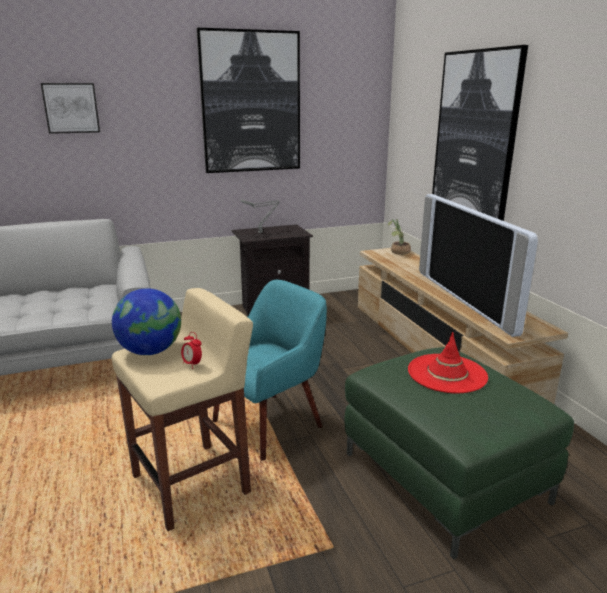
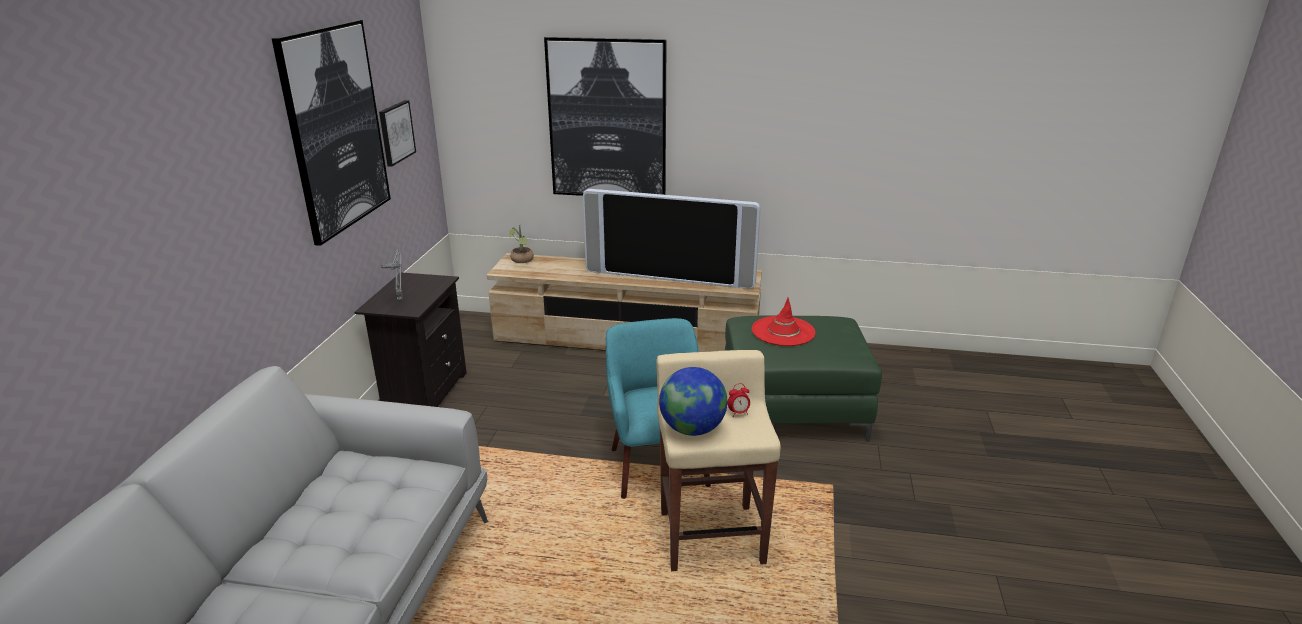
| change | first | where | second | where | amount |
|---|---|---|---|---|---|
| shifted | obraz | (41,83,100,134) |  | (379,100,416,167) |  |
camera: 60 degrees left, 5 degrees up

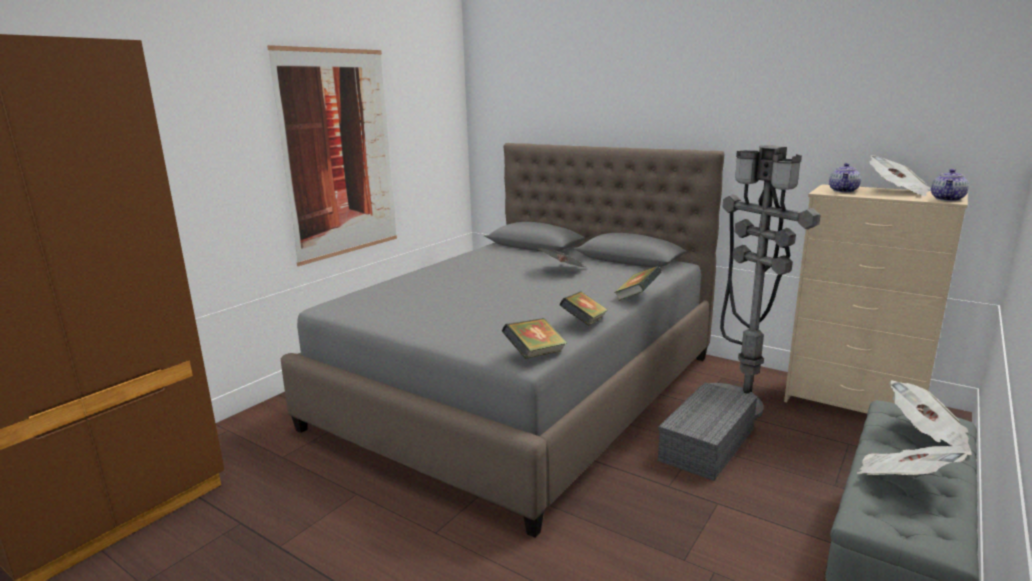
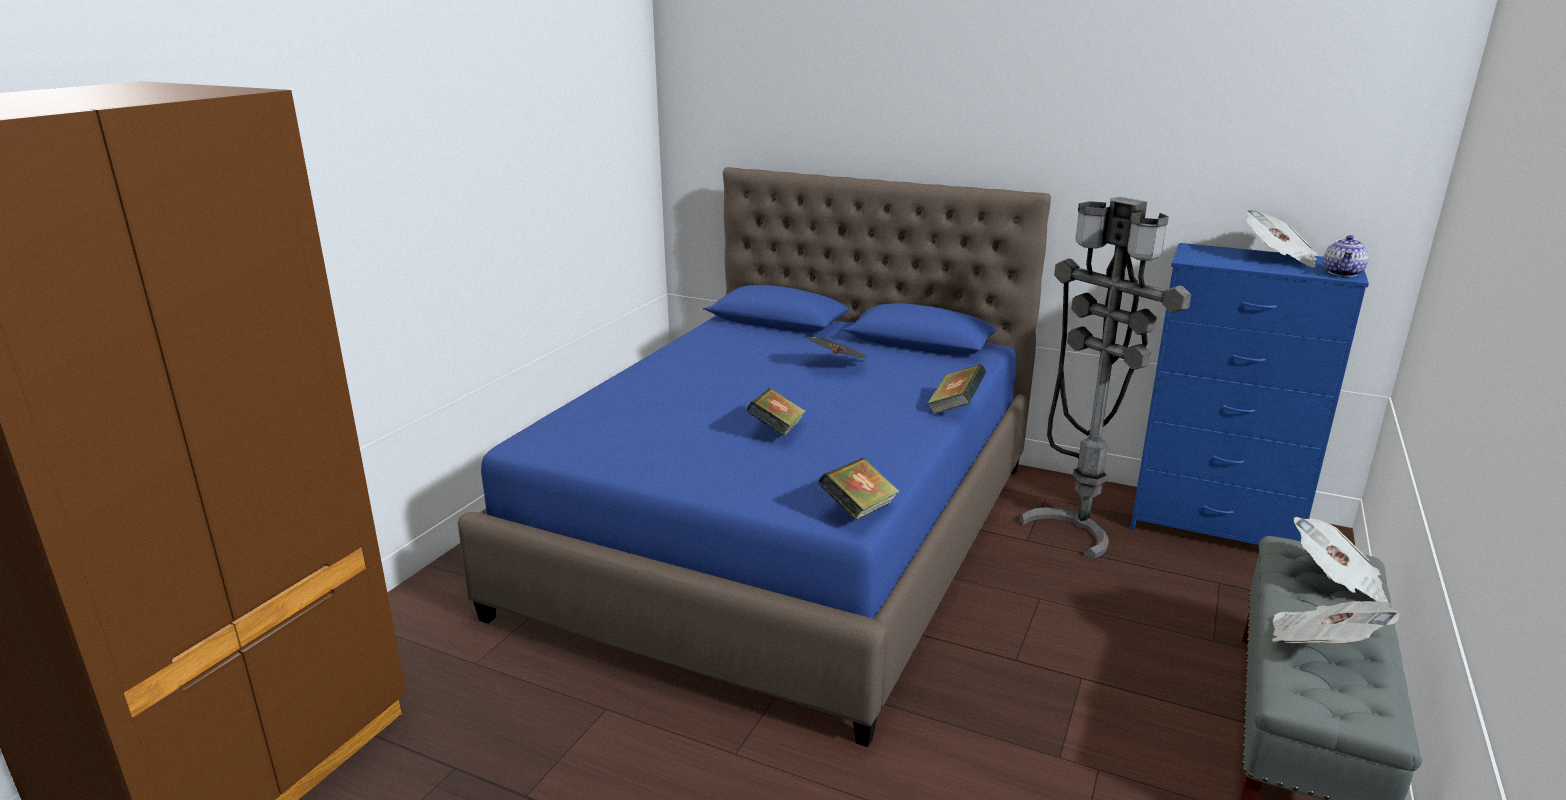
| change | first | where | second | where | amount |
|---|---|---|---|---|---|
| gone | obraz | (267,45,397,266) |  |  |  |
| gone | pojemnik do przechowywania/szary | (658,382,758,481) |  |  |  |
| gone | imbryk | (829,163,861,193) |  |  |  |
| shifted | książka | (560,292,608,326) |  | (746,388,806,436) |  |
| repainted | łóżko/szary | (281,143,725,538) | łóżko/niebieski | (458,167,1051,747) |  |
| repainted | komoda/beżowy | (784,184,968,413) | komoda/niebieski | (1130,243,1369,545) |  |
camera: 10 degrees left, 5 degrees up

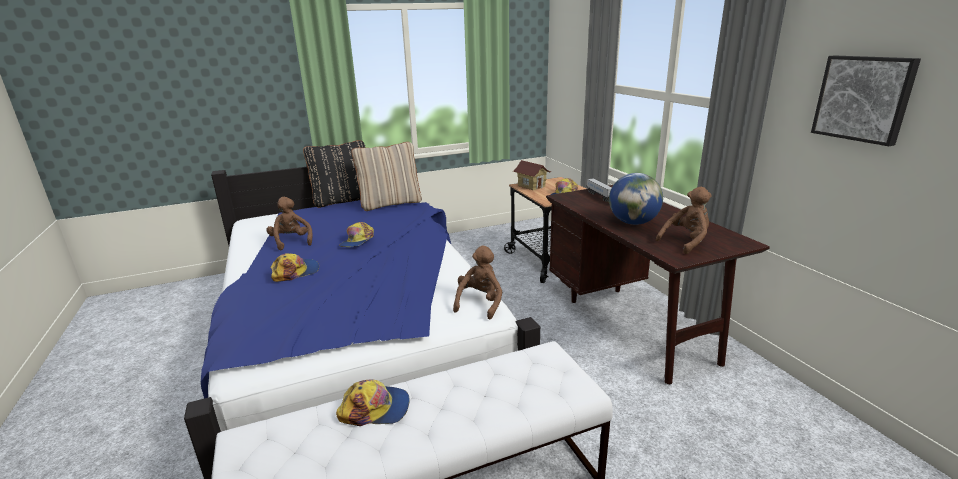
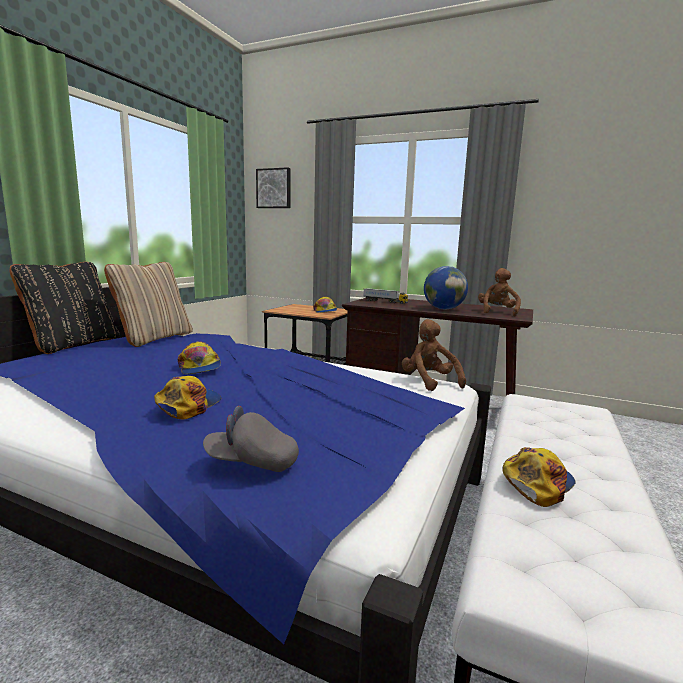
| change | first | where | second | where | amount |
|---|---|---|---|---|---|
| gone | pluszak/brązowy | (267,197,313,250) |  |  |  |
| gone | domek | (513,160,552,190) |  |  |  |
| new |  |  | czapka z daszkiem/szary | (203,406,299,472) |  |
| shifted | obraz | (811,56,921,146) |  | (256,167,291,208) |  |
camera: 45 degrees left, 10 degrees down

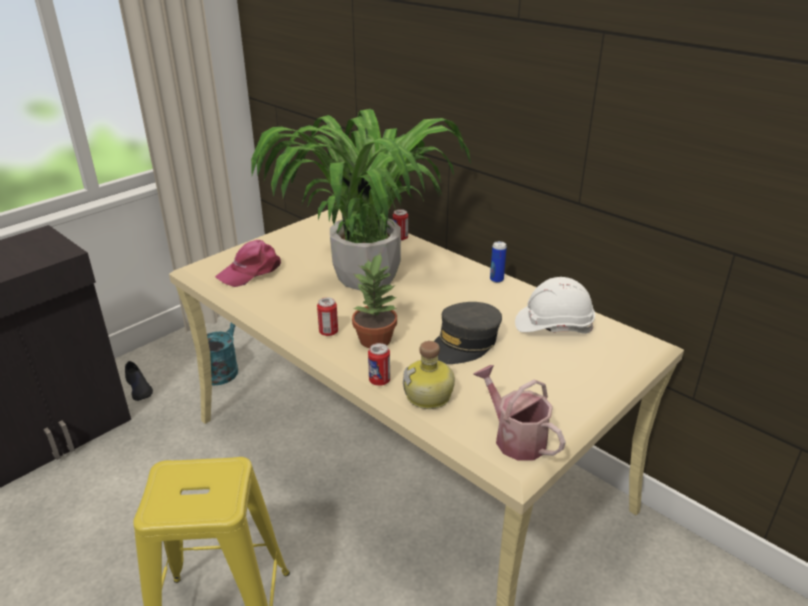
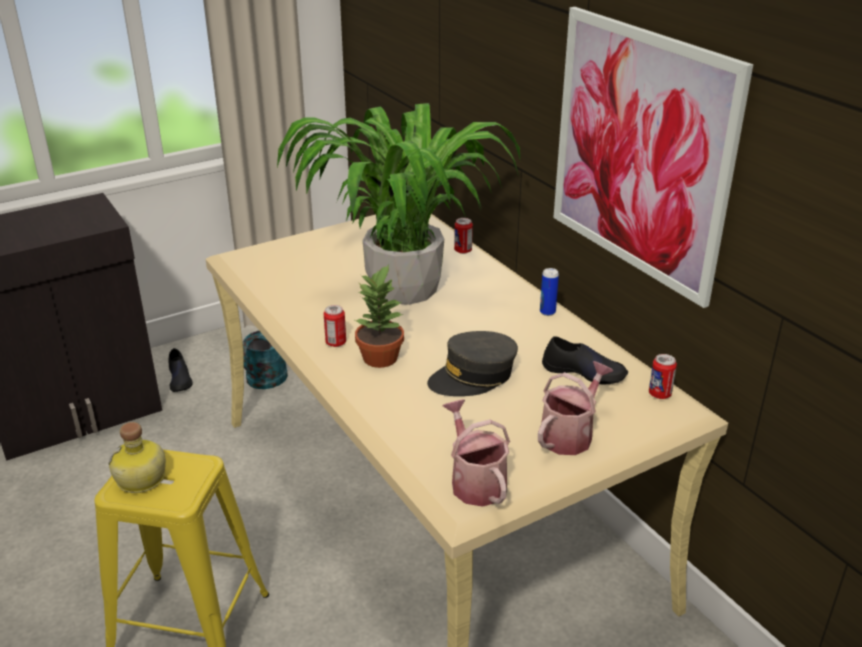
| change | first | where | second | where | amount |
|---|---|---|---|---|---|
| gone | czapka z daszkiem/różowy | (215,240,281,287) |  |  |  |
| new |  |  | konewka | (538,361,613,455) |  |
| new |  |  | obraz | (553,7,753,308) |  |
| shifted | puszka | (368,343,390,386) |  | (649,354,677,399) |  |
| shifted | butelka | (403,341,455,409) |  | (108,422,166,493) |  |
| swapped | kask/biały | (515,277,595,334) | but/czarny | (542,336,628,384) |  |
camera: 15 degrees right, 0 degrees up

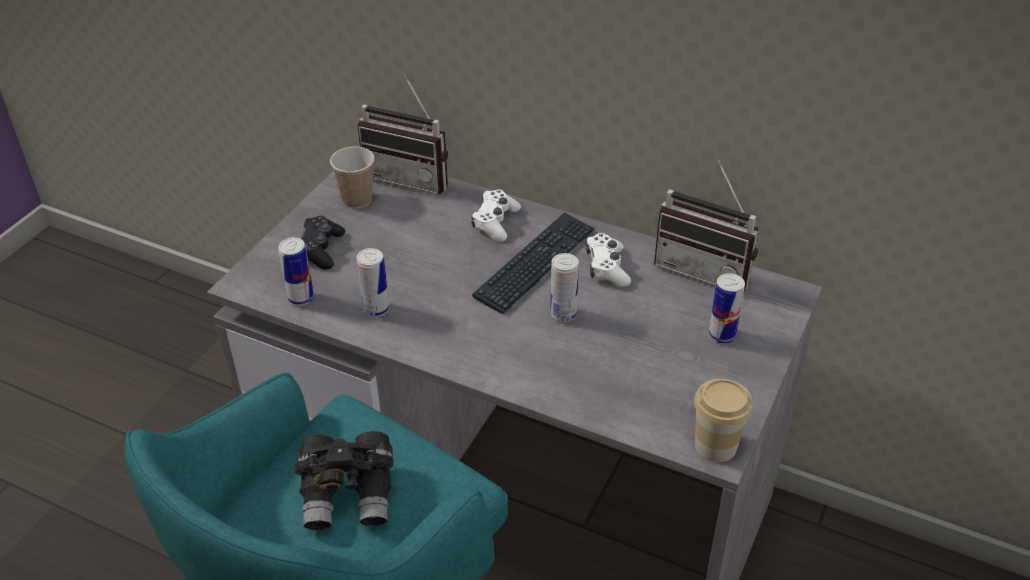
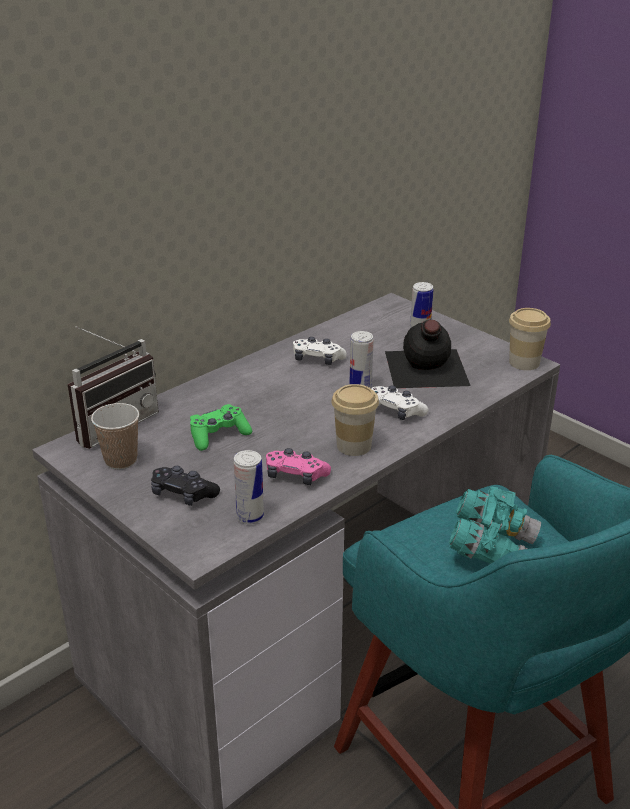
| change | first | where | second | where | amount |
|---|---|---|---|---|---|
| gone | klawiatura | (472,212,595,314) |  |  |  |
| gone | radio | (654,160,759,291) |  |  |  |
| new |  |  | pad do gier/zielony | (190,404,252,451) |  |
| new |  |  | filiżanka | (332,384,379,456) |  |
| new |  |  | butelka/czarny | (385,320,471,388) |  |
| shifted | pad do gier/biały | (471,190,521,242) |  | (371,386,429,420) |  |
| swapped | puszka | (357,248,389,317) | pad do gier/różowy | (266,448,331,485) |  |
| repainted | lornetka/czarny | (295,431,393,530) | lornetka/turkusowy | (449,487,541,564) |  |
camera: 70 degrees left, 10 degrees down

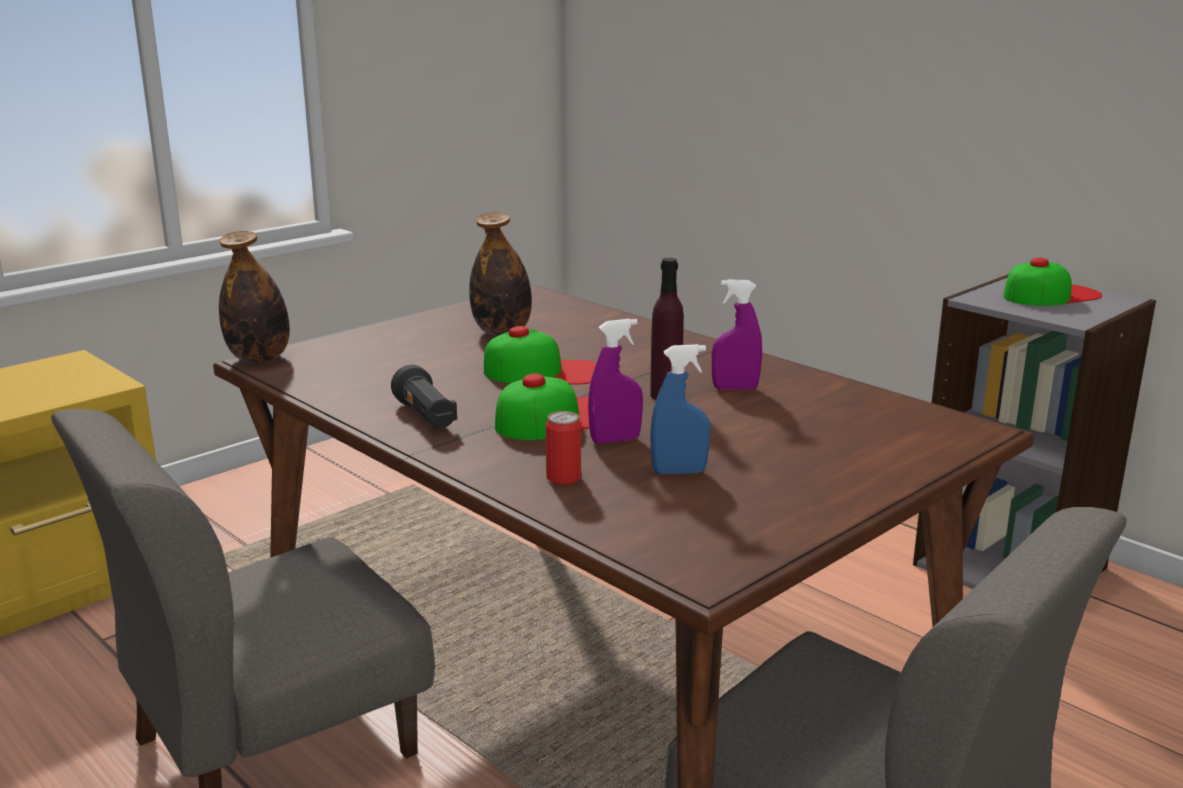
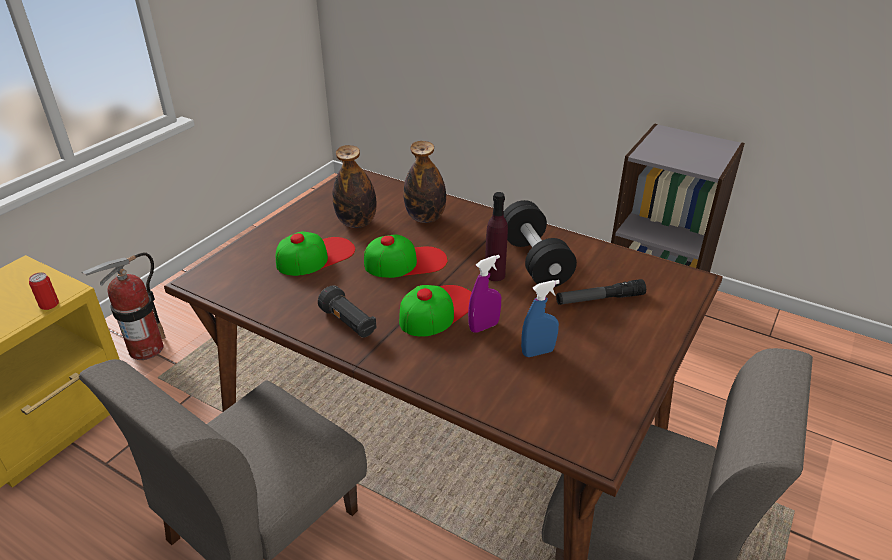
| change | first | where | second | where | amount |
|---|---|---|---|---|---|
| new |  |  | gaśnica | (82,252,165,360) |  |
| new |  |  | latarka | (556,279,646,305) |  |
| shifted | butelka | (219,231,290,363) |  | (403,141,446,223) |  |
| shifted | puszka | (545,411,581,485) |  | (29,272,59,310) |  |
| shifted | czapka z daszkiem | (1003,258,1102,306) |  | (276,232,355,276) |  |
| swapped | spryskiwacz/fioletowy | (712,279,762,390) | hantel/czarny | (504,200,577,287) |  |
camera: 15 degrees left, 15 degrees up

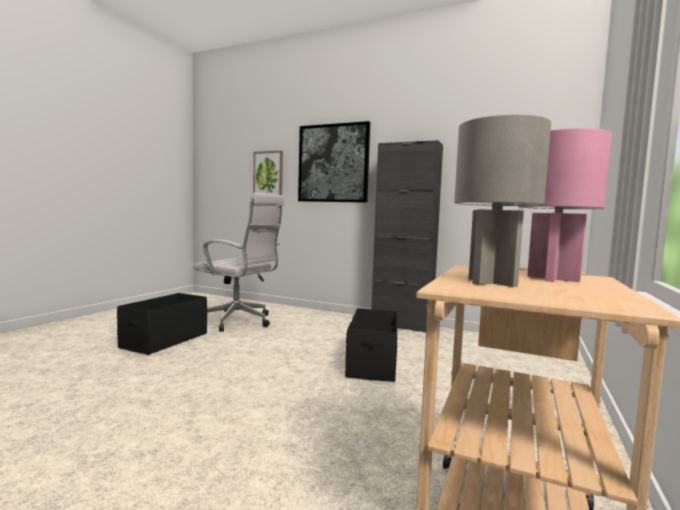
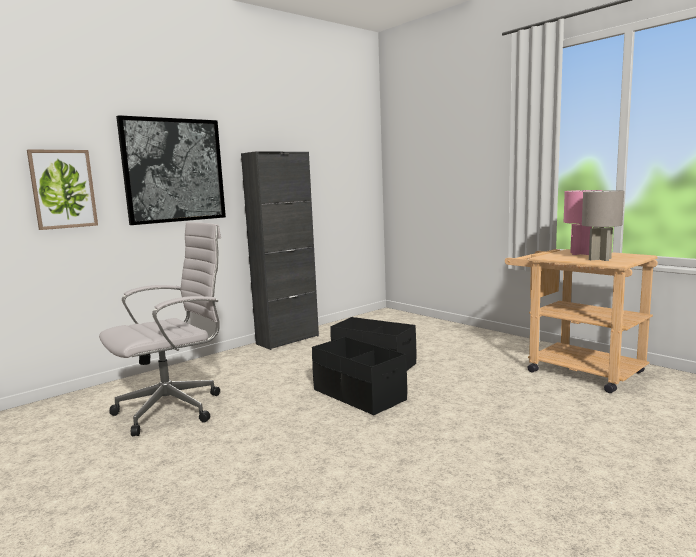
| change | first | where | second | where | amount |
|---|---|---|---|---|---|
| shifted | pojemnik do przechowywania/czarny | (117,293,207,355) |  | (312,337,407,415) |  |
camera: 65 degrees left, 5 degrees up

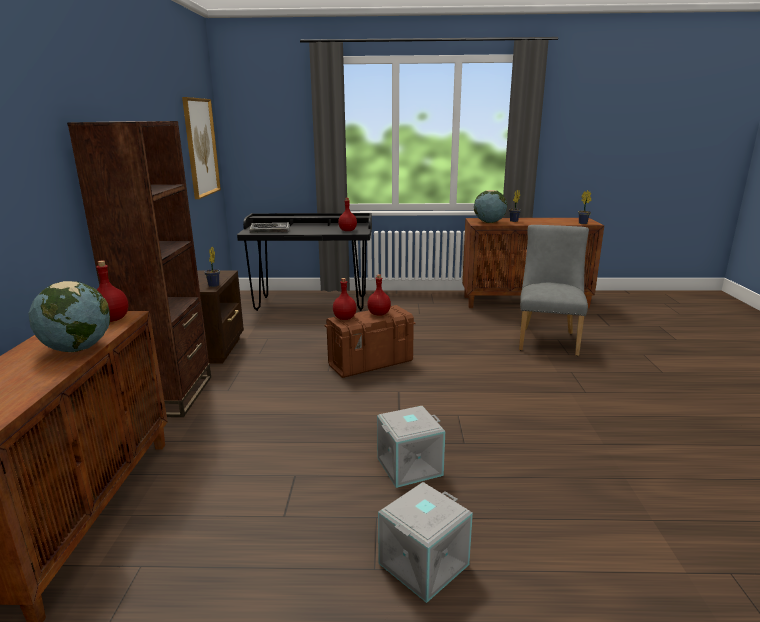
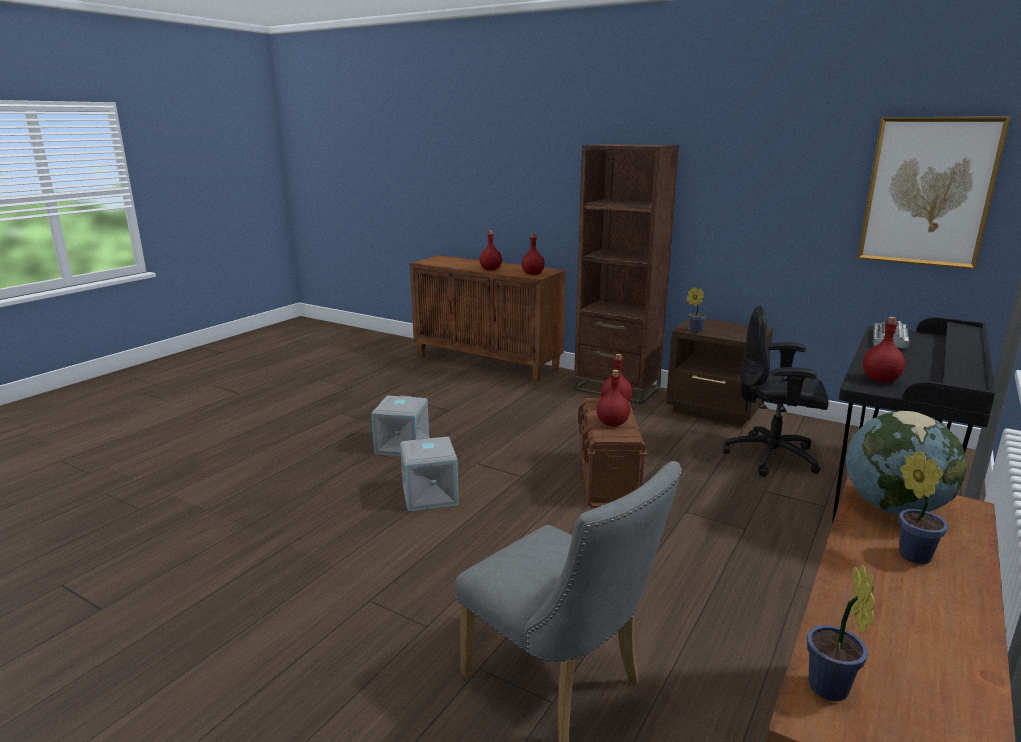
| change | first | where | second | where | amount |
|---|---|---|---|---|---|
| new |  |  | krzesło biurowe/czarny | (723,305,829,477) |  |
| shifted | pojemnik do przechowywania/szary | (378,482,473,603) |  | (400,437,459,511) |  |
| swapped | globus | (28,281,110,352) | butelka/czerwony | (480,230,502,271) |  |
camera: 120 degrees right, 0 degrees up

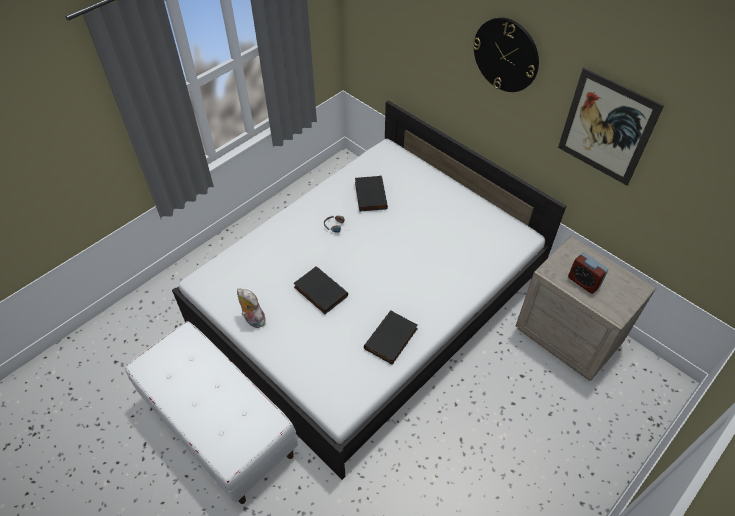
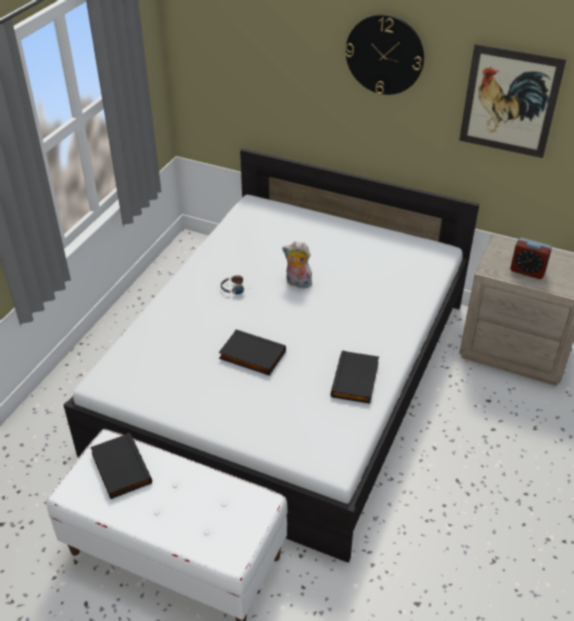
| change | first | where | second | where | amount |
|---|---|---|---|---|---|
| shifted | pluszak | (237,288,266,328) |  | (282,241,312,289) |  |
| shifted | książka/czarny | (355,175,388,212) |  | (90,433,152,499) |  |
camera: 20 degrees left, 10 degrees down

